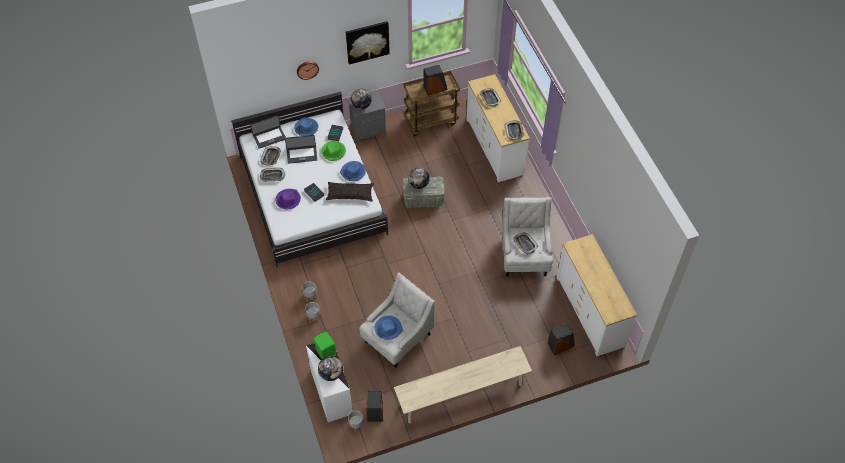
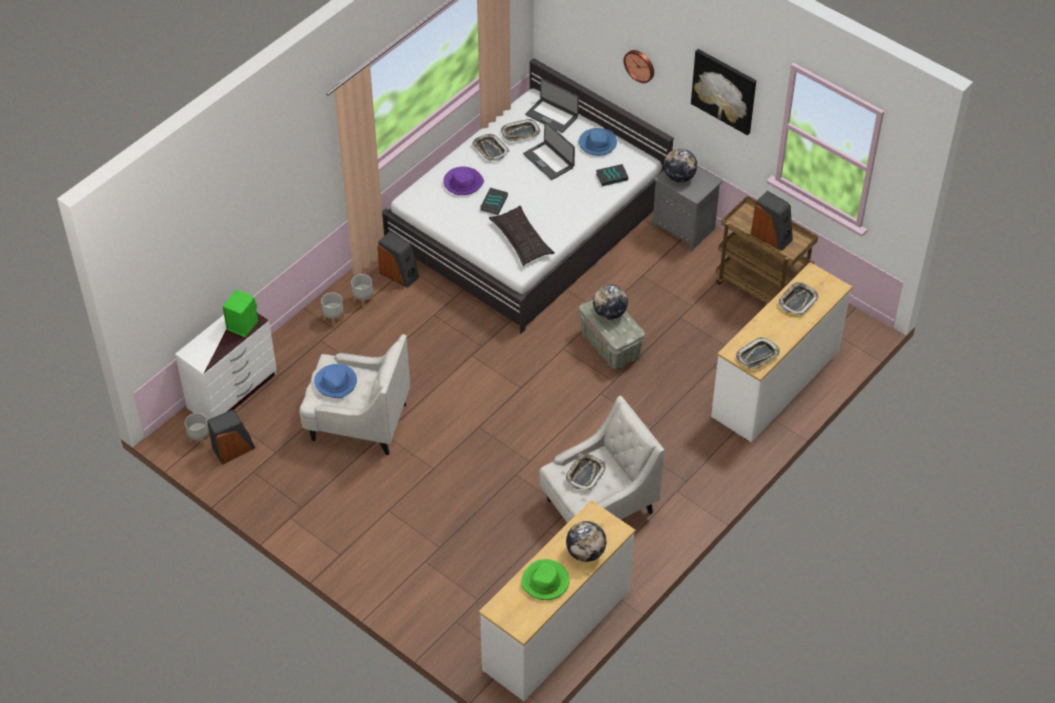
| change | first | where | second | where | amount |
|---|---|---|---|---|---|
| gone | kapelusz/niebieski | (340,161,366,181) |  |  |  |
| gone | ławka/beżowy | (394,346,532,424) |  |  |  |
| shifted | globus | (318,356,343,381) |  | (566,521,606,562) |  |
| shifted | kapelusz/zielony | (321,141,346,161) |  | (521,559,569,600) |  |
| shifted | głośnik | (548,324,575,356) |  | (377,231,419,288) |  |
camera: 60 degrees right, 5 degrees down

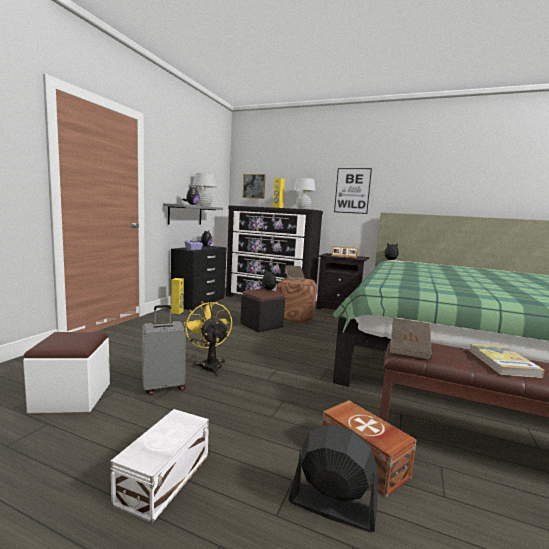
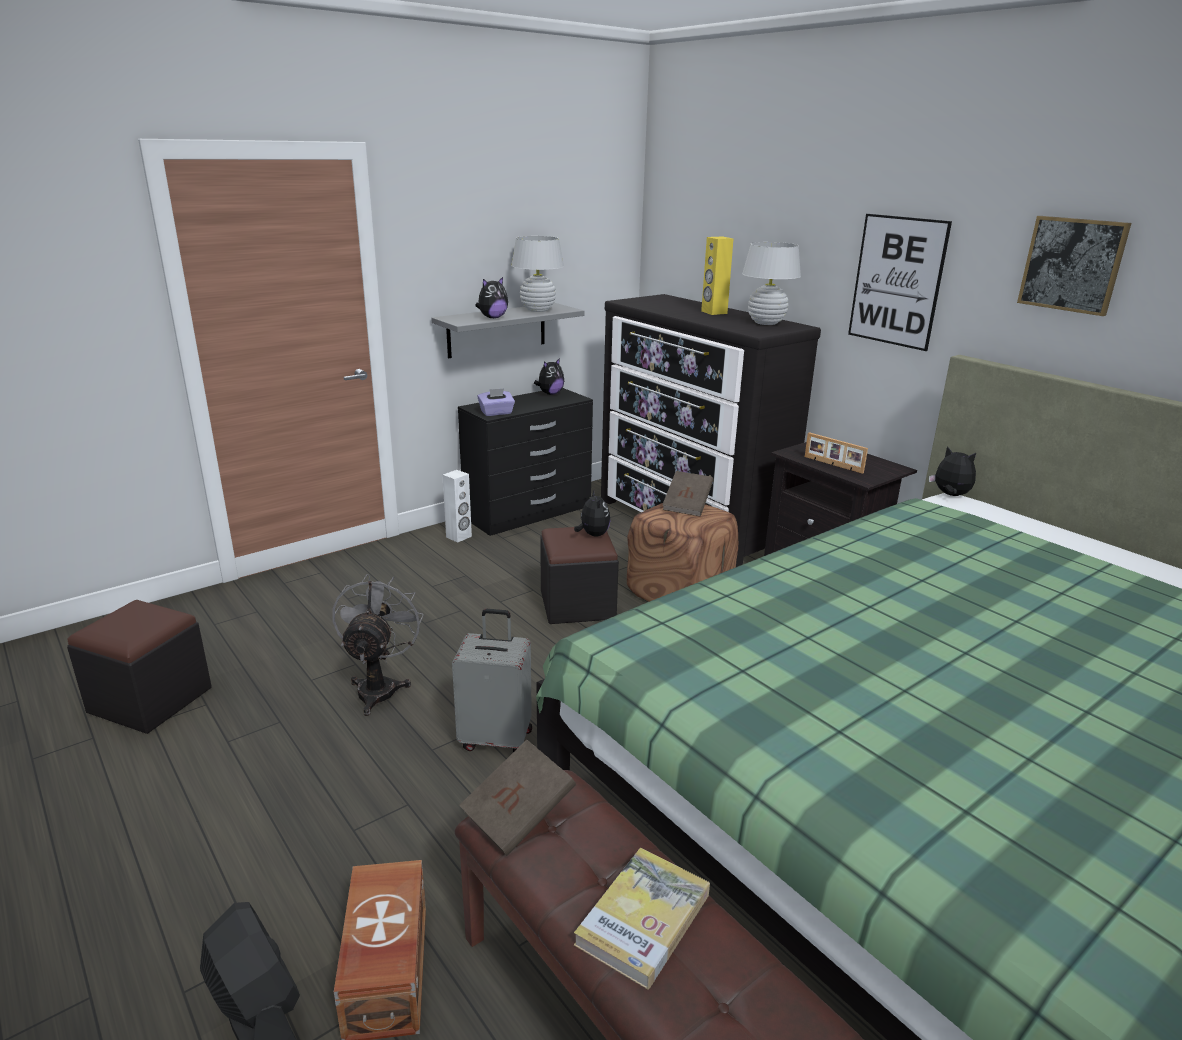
| change | first | where | second | where | amount |
|---|---|---|---|---|---|
| gone | pojemnik do przechowywania/biały | (110,409,209,523) |  |  |  |
| shifted | walizka/szary | (142,305,186,395) |  | (452,609,532,752) |  |
| shifted | obraz | (243,174,266,199) |  | (1017,216,1131,316) |  |
| repainted | pufa/biały | (23,332,110,414) | pufa/czarny | (67,600,212,734) |  |
| repainted | głośnik/żółty | (171,278,184,314) | głośnik/biały | (442,470,472,543) |  |
| repainted | wentylator/żółty | (184,301,232,376) | wentylator/szary | (332,574,424,716) |  |
camera: 30 degrees right, 15 degrees up

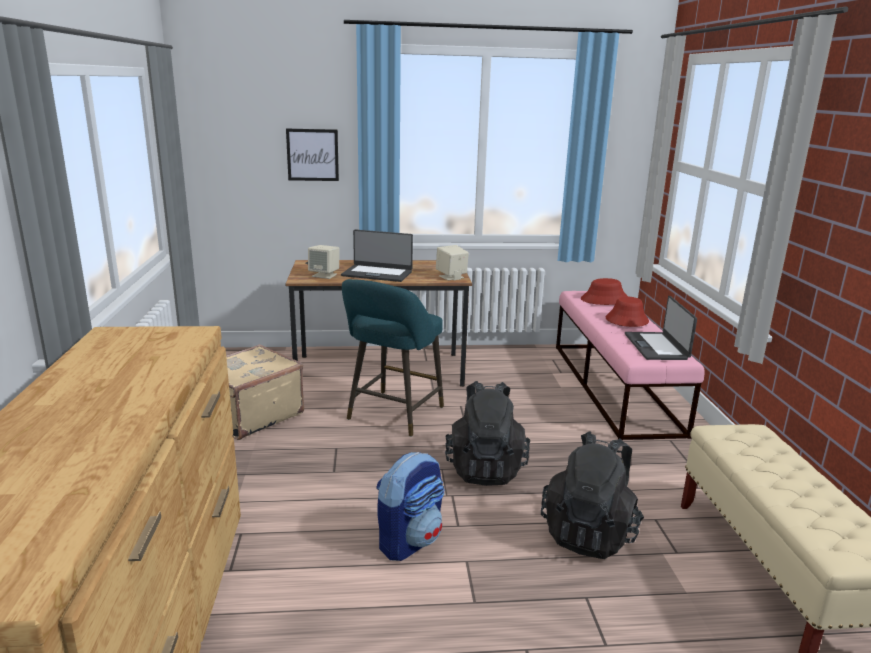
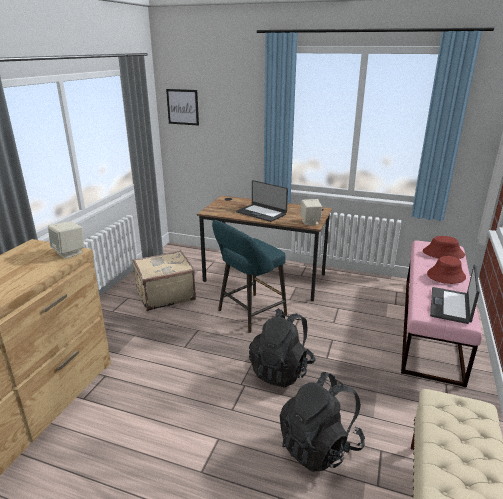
| change | first | where | second | where | amount |
|---|---|---|---|---|---|
| gone | plecak | (376,452,445,561) |  |  |  |
| shifted | obraz | (286,129,339,181) |  | (166,89,199,126) |  |
| shifted | głośnik/beżowy | (308,245,340,279) |  | (48,221,84,259) |  |
camera: 25 degrees right, 5 degrees up

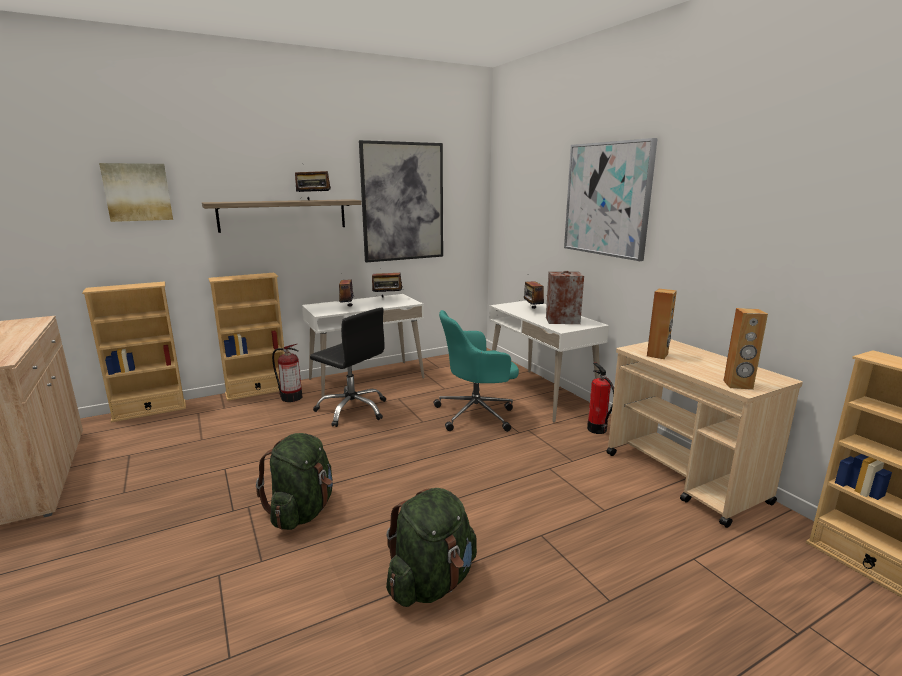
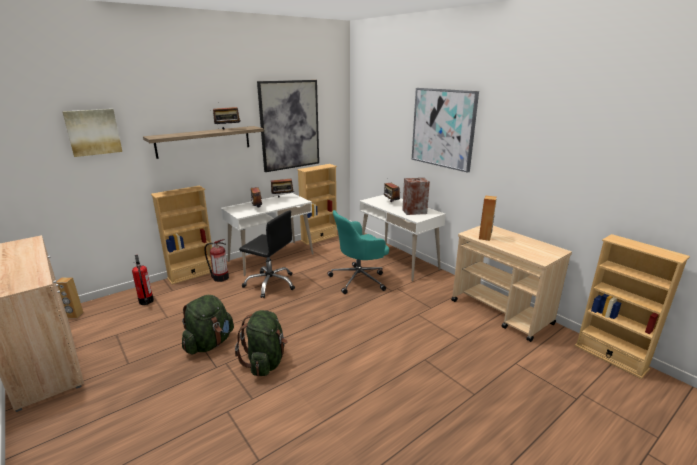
| change | first | where | second | where | amount |
|---|---|---|---|---|---|
| shifted | regał/beżowy | (82,282,186,422) |  | (297,164,338,245) |  |
| shifted | plecak/zielony | (386,488,477,607) |  | (182,295,234,354) |  |
| shifted | gaśnica | (587,363,614,434) |  | (132,255,154,305) |  |
| shifted | głośnik/brązowy | (723,308,768,390) |  | (56,277,84,318) |  |
camera: 10 degrees left, 5 degrees up

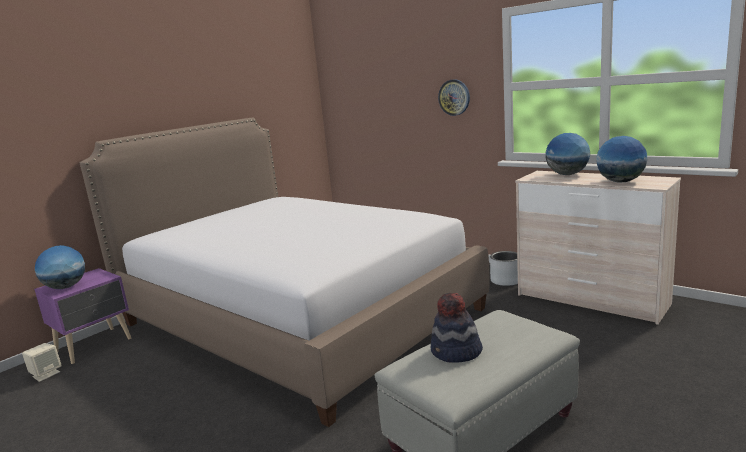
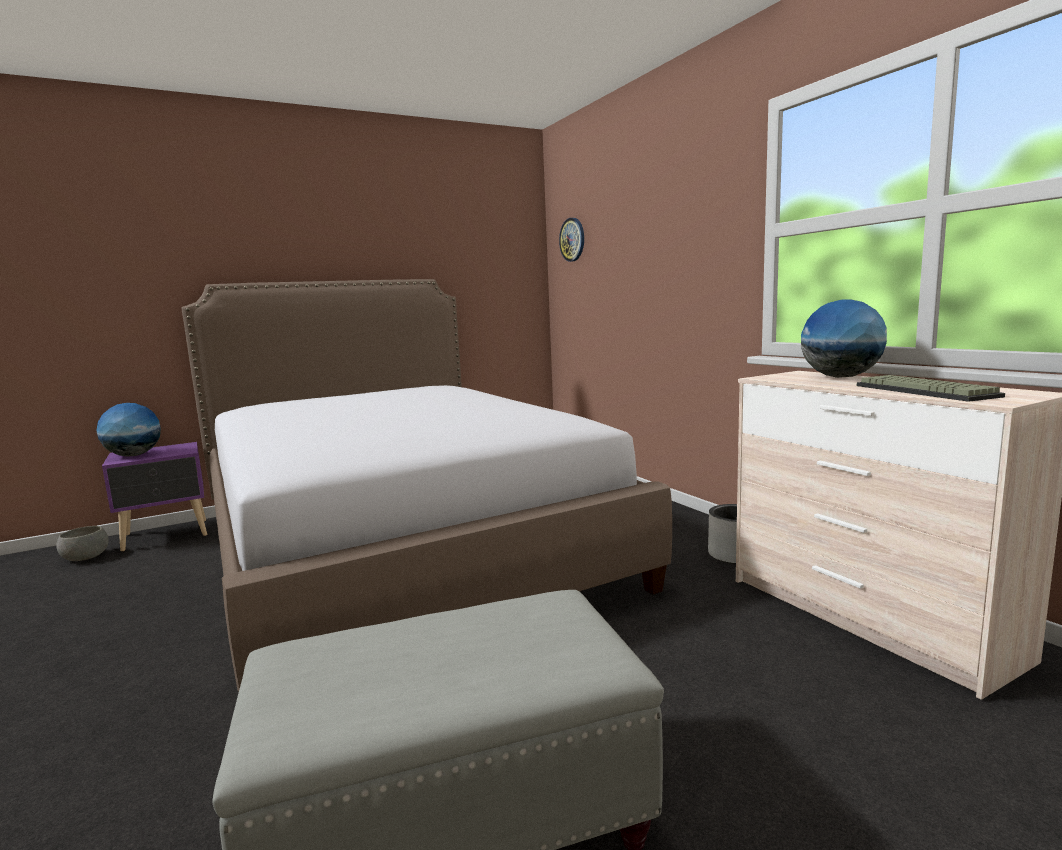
| change | first | where | second | where | amount |
|---|---|---|---|---|---|
| gone | kapelusz | (431,293,483,363) |  |  |  |
| shifted | zegar ścienny | (438,79,470,116) |  | (559,218,584,262) |  |
| swapped | głośnik/beżowy | (22,343,62,382) | miska/szary | (56,526,109,561) |  |
| swapped | globus | (596,136,648,183) | klawiatura | (857,375,1005,402) |  |
camera: 20 degrees right, 5 degrees down

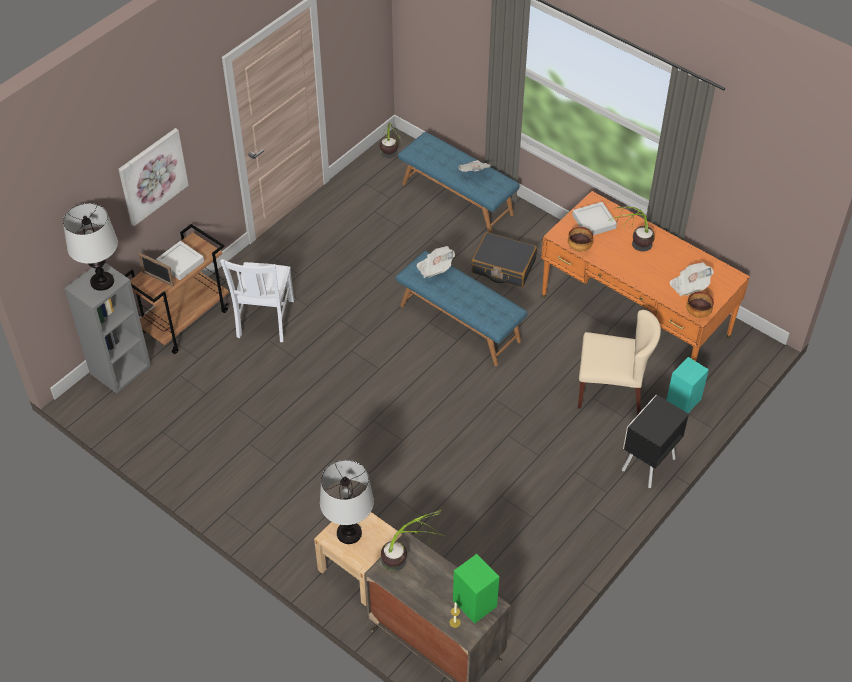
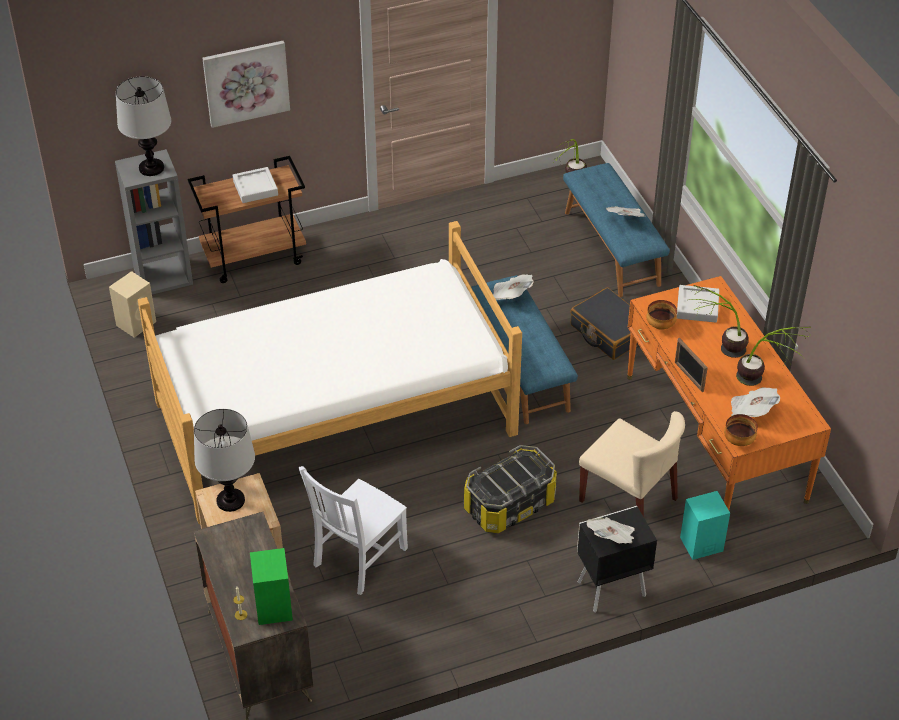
| change | first | where | second | where | amount |
|---|---|---|---|---|---|
| new |  |  | głośnik/beżowy | (109,271,156,338) |  |
| new |  |  | łóżko | (138,221,522,524) |  |
| new |  |  | pojemnik do przechowywania | (464,445,557,533) |  |
| new |  |  | gazeta | (587,517,635,543) |  |
| shifted | ramka na zdjęcie | (138,252,174,287) |  | (675,338,708,392) |  |
| shifted | krzesło/biały | (220,259,294,342) |  | (299,466,408,595) |  |
| shifted | roślina doniczkowa | (381,509,446,571) |  | (736,327,811,386) |  |
camera: 30 degrees right, 5 degrees down

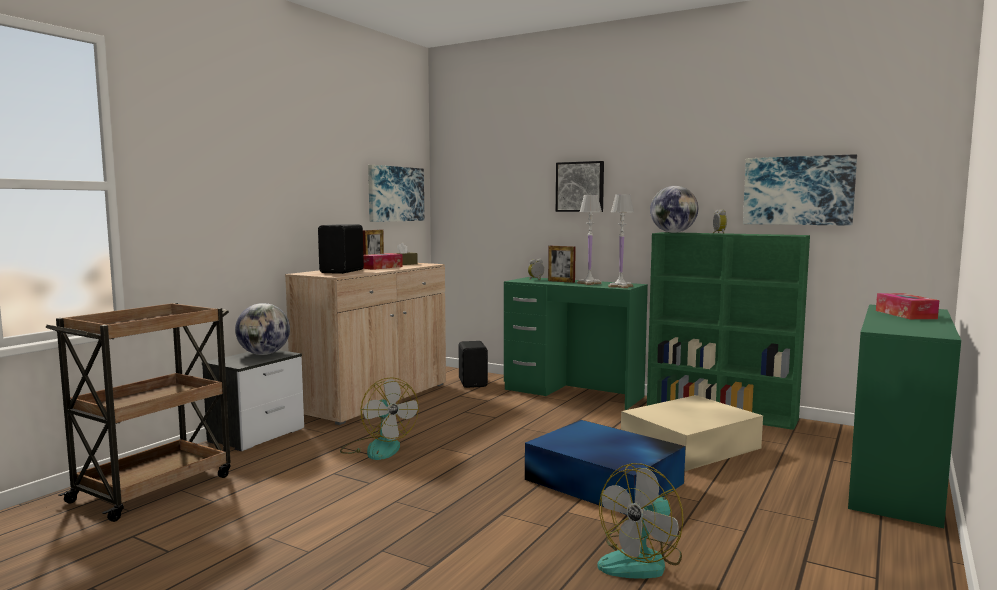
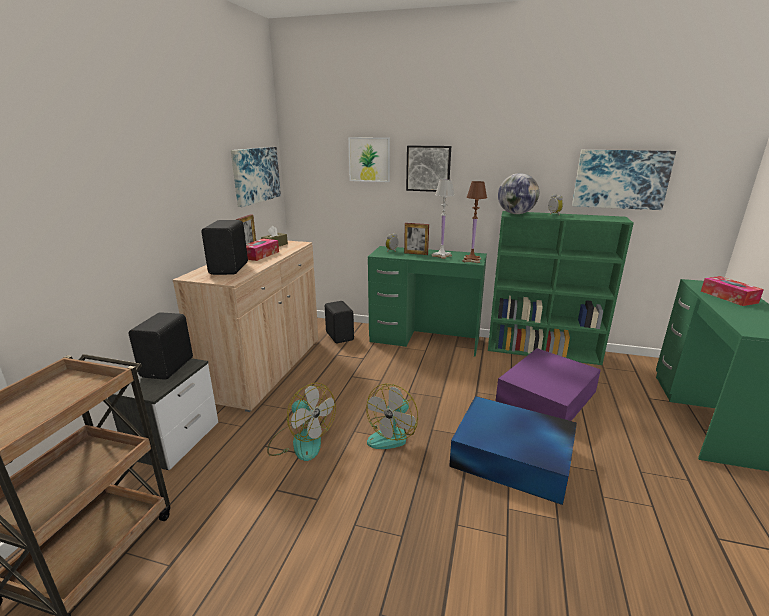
| change | first | where | second | where | amount |
|---|---|---|---|---|---|
| new |  |  | obraz | (348,137,390,182) |  |
| shifted | wentylator | (597,463,684,579) |  | (366,384,418,449) |  |
| swapped | globus | (235,303,290,355) | głośnik/czarny | (129,312,193,380) |  |
| repainted | lampa stołowa/biały | (608,194,634,288) | lampa stołowa/brązowy | (462,181,487,263) |  |
| repainted | pojemnik do przechowywania/beżowy | (621,395,763,471) | pojemnik do przechowywania/fioletowy | (496,348,601,421) |  |
camera: 15 degrees left, 15 degrees up

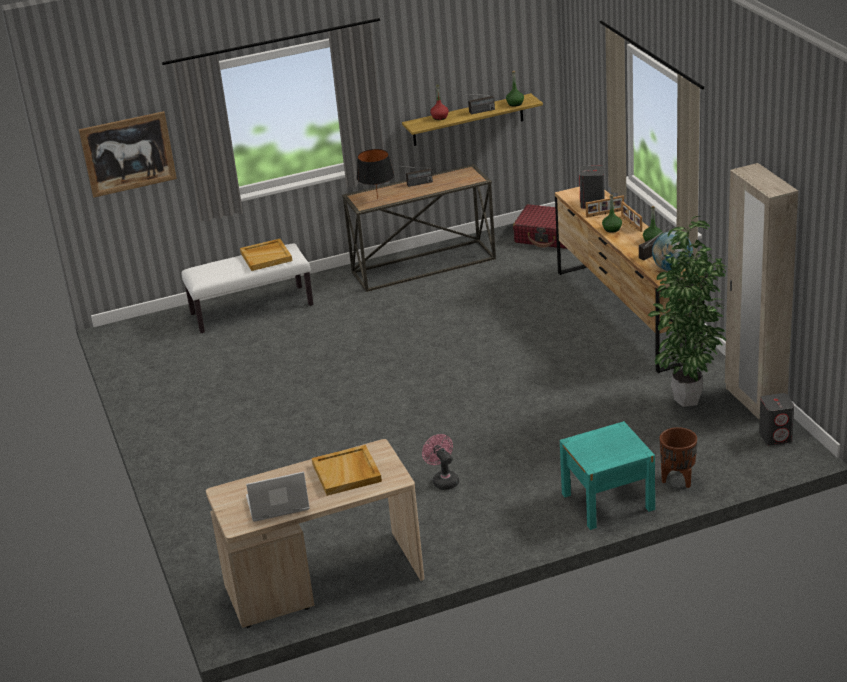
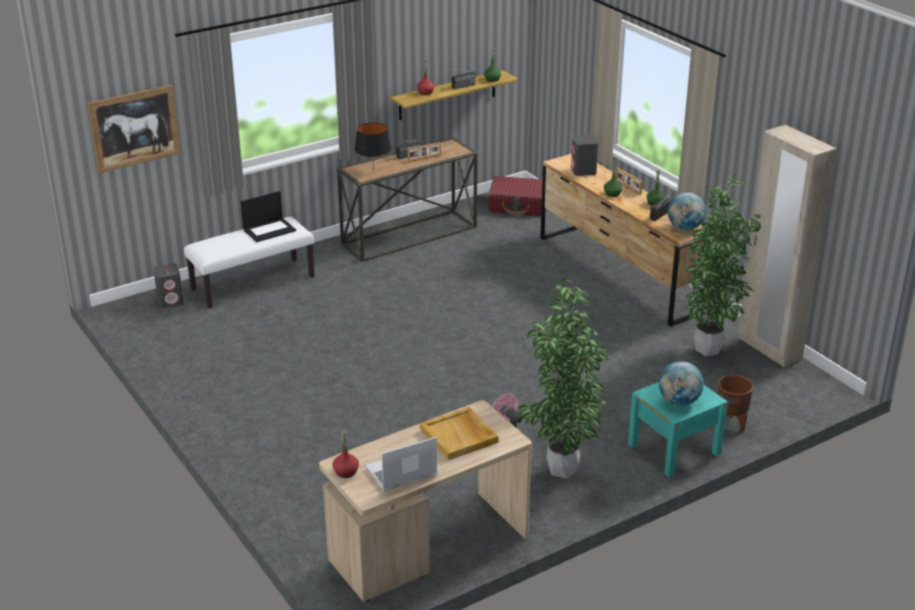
| change | first | where | second | where | amount |
|---|---|---|---|---|---|
| new |  |  | butelka/czerwony | (332,430,359,478) |  |
| new |  |  | roślina doniczkowa | (518,278,610,479) |  |
| new |  |  | globus | (659,361,704,406) |  |
| shifted | ramka na zdjęcie | (586,195,624,218) |  | (408,142,441,163) |  |
| shifted | głośnik/szary | (759,393,794,445) |  | (153,263,183,308) |  |
| swapped | taca/beżowy | (240,239,292,271) | laptop | (241,191,296,242) |  |
camera: 15 degrees left, 0 degrees up

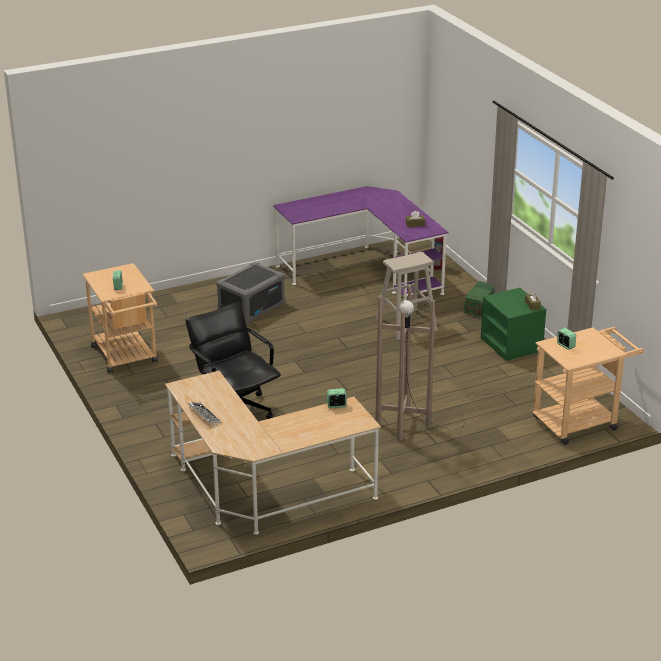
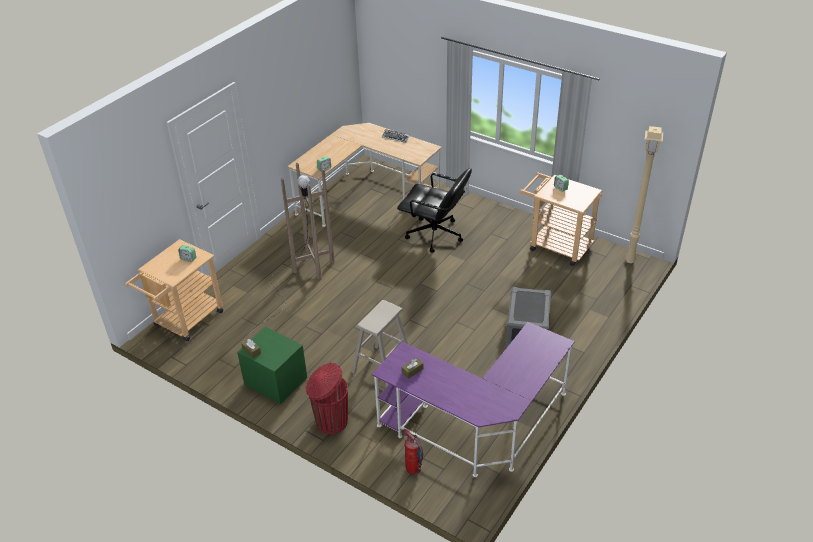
| change | first | where | second | where | amount |
|---|---|---|---|---|---|
| new |  |  | lampa stojąca/beżowy | (625,126,663,263) |  |
| swapped | pojemnik do przechowywania/zielony | (464,281,494,318) | kosz na śmieci/czerwony | (306,363,348,434) |  |
camera: 150 degrees right, 10 degrees up

